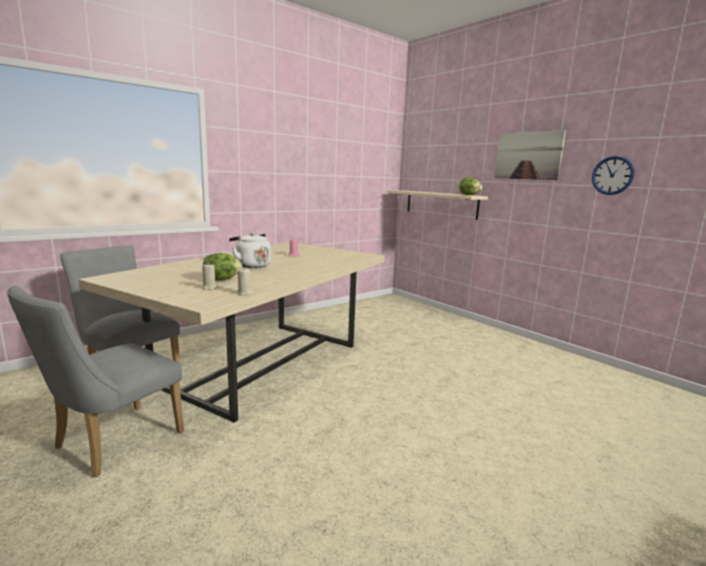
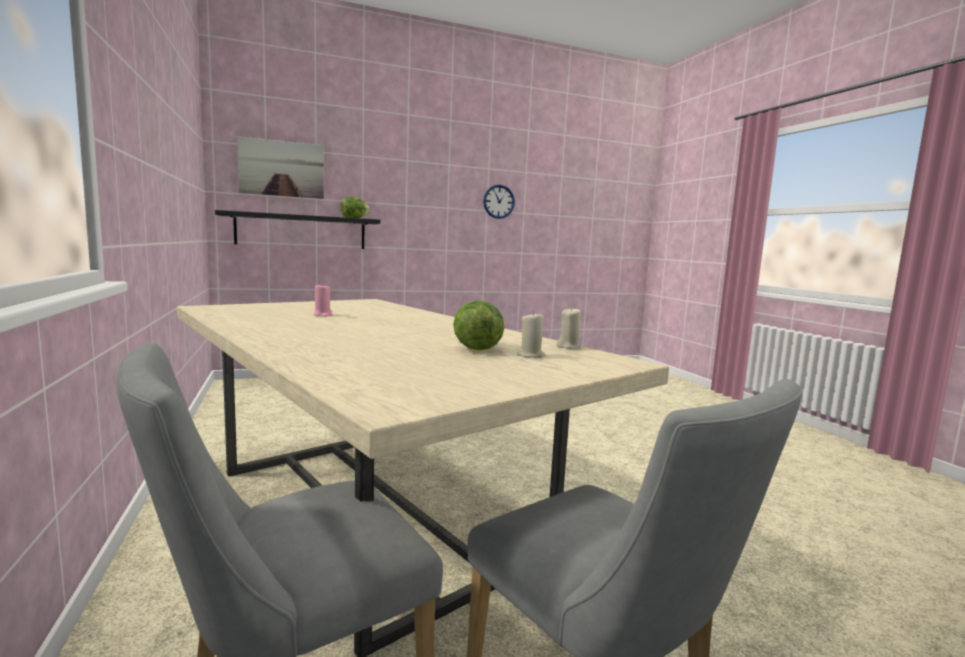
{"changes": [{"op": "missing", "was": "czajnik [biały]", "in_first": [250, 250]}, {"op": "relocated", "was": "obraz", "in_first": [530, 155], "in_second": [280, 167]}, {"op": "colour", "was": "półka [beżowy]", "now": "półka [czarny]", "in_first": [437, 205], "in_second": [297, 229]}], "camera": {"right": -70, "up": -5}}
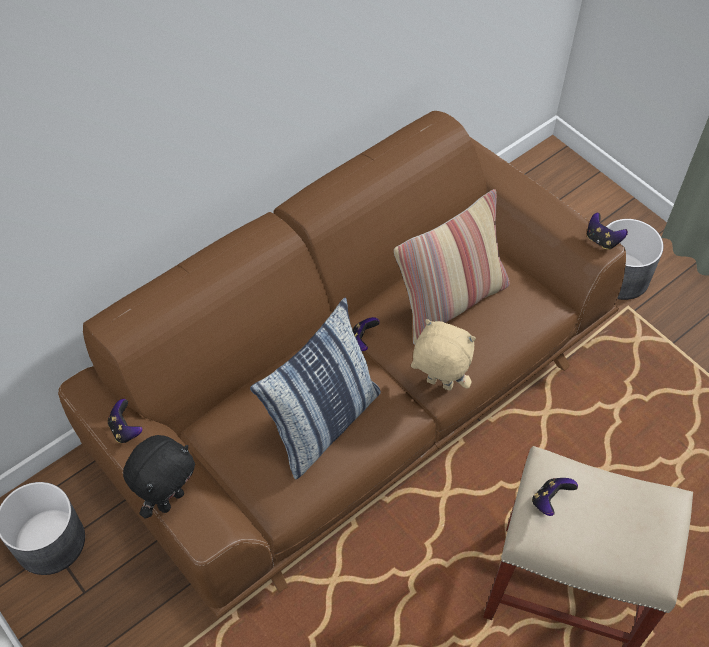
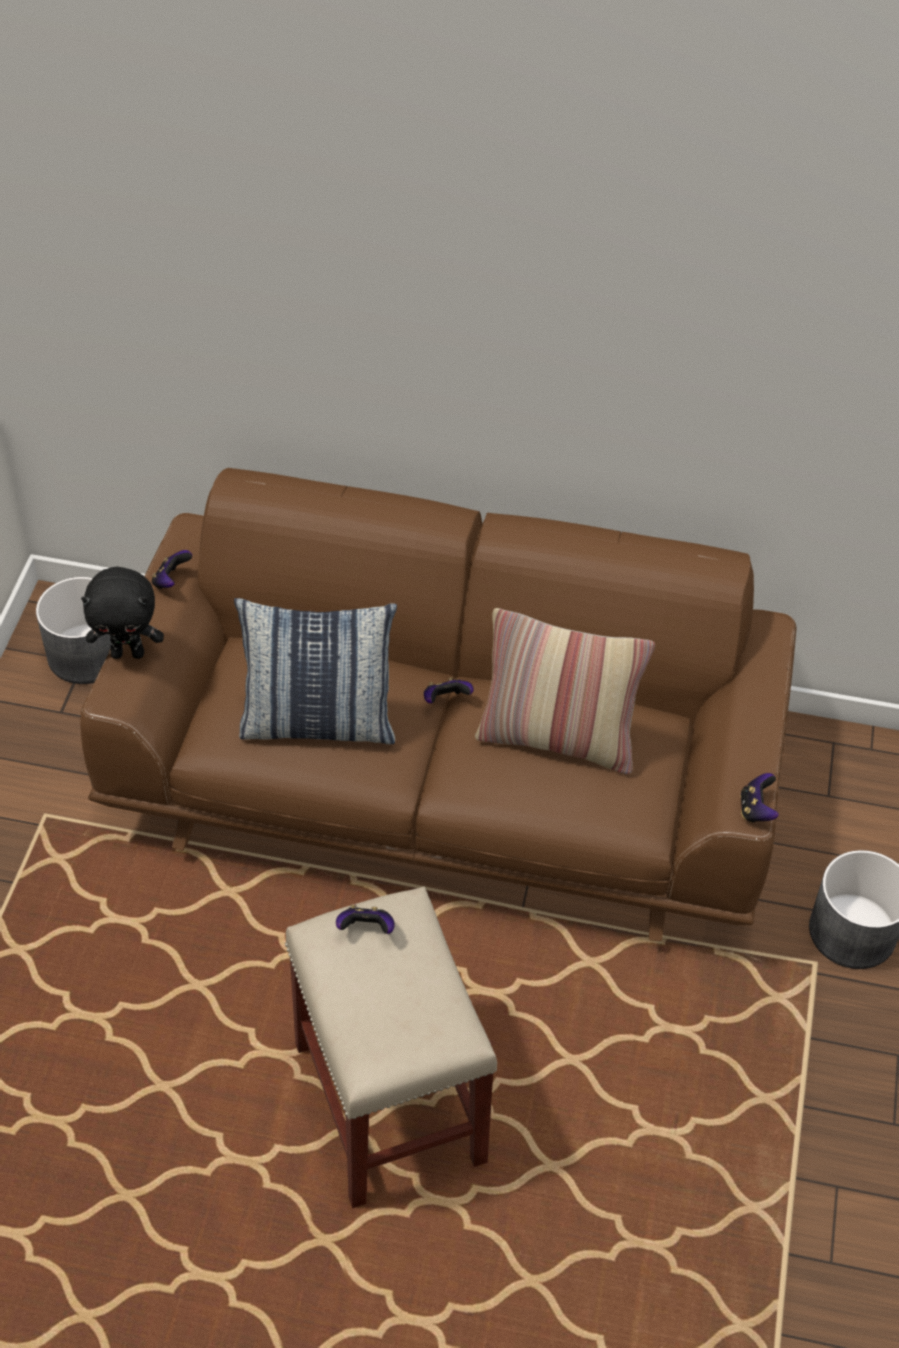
{"changes": [{"op": "missing", "was": "pluszak [beżowy]", "in_first": [443, 355]}], "camera": {"right": 50, "up": -5}}
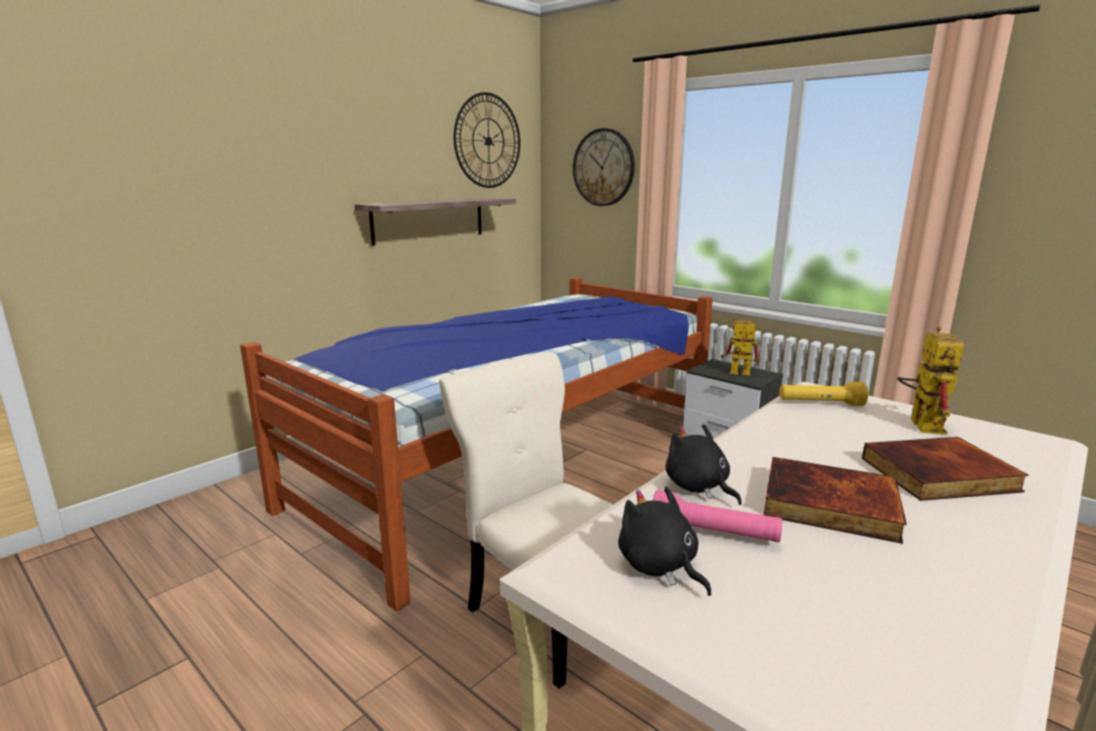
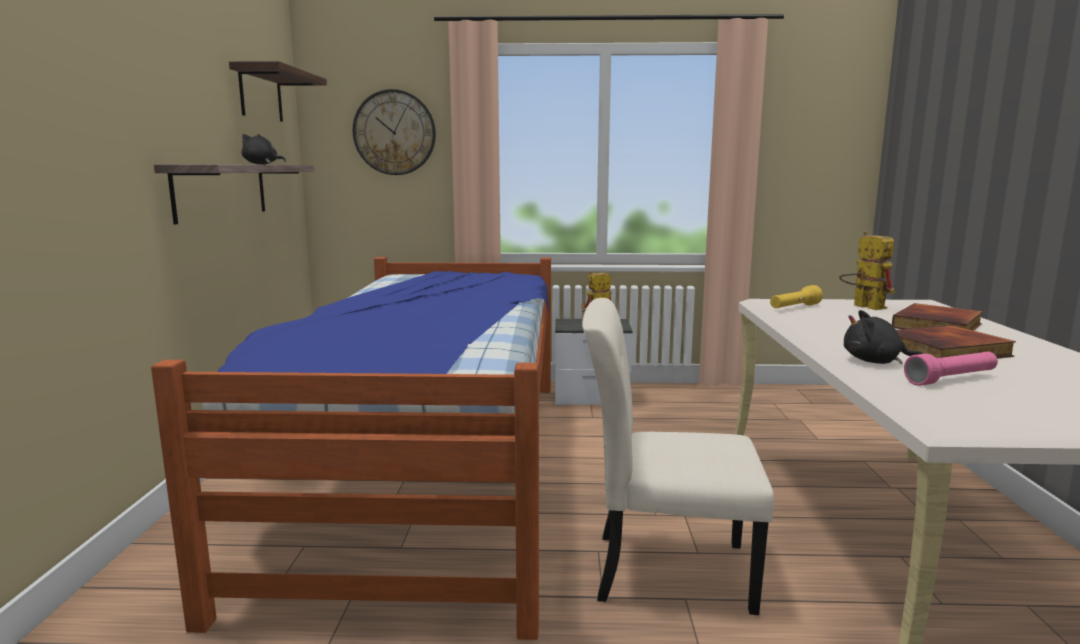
{"changes": [{"op": "relocated", "was": "pluszak [czarny]", "in_first": [665, 541], "in_second": [264, 149]}, {"op": "exchanged", "was": "zegar ścienny", "now": "półka", "in_first": [487, 140], "in_second": [278, 91]}], "camera": {"right": -40, "up": -5}}
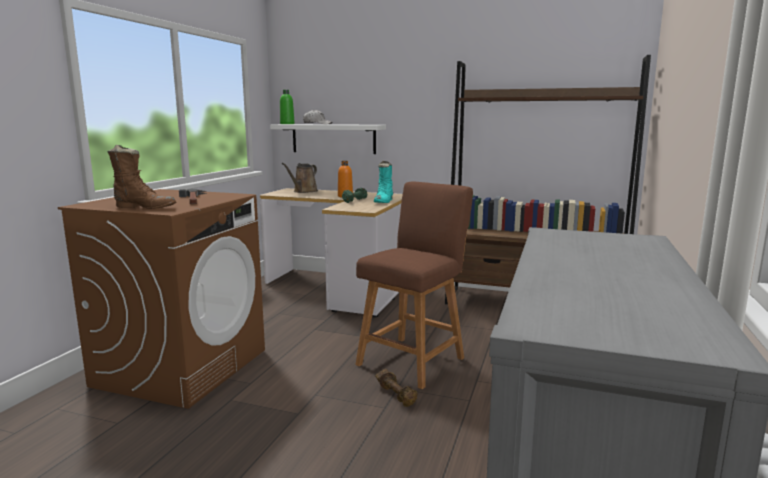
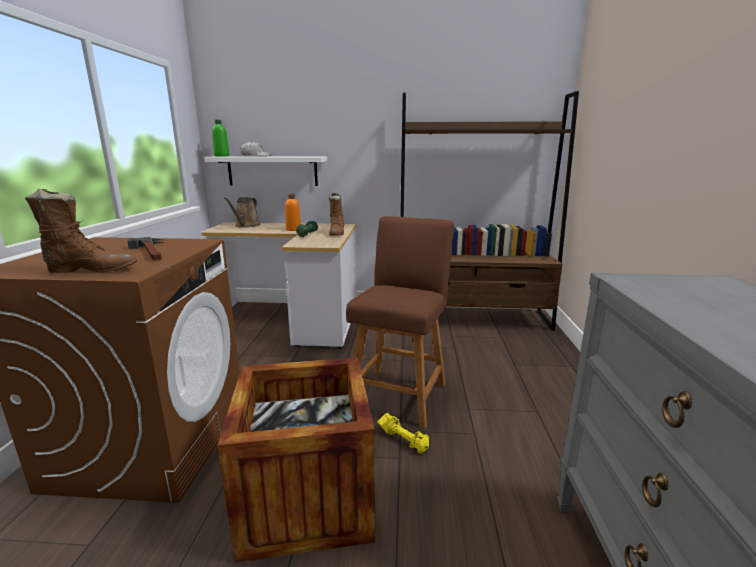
{"changes": [{"op": "appeared", "now": "skrzynka", "in_second": [296, 460]}, {"op": "colour", "was": "but z cholewką [turkusowy]", "now": "but z cholewką [brązowy]", "in_first": [383, 182], "in_second": [336, 214]}, {"op": "colour", "was": "hantel [brązowy]", "now": "hantel [żółty]", "in_first": [396, 388], "in_second": [403, 433]}], "camera": {"right": -15, "up": 5}}
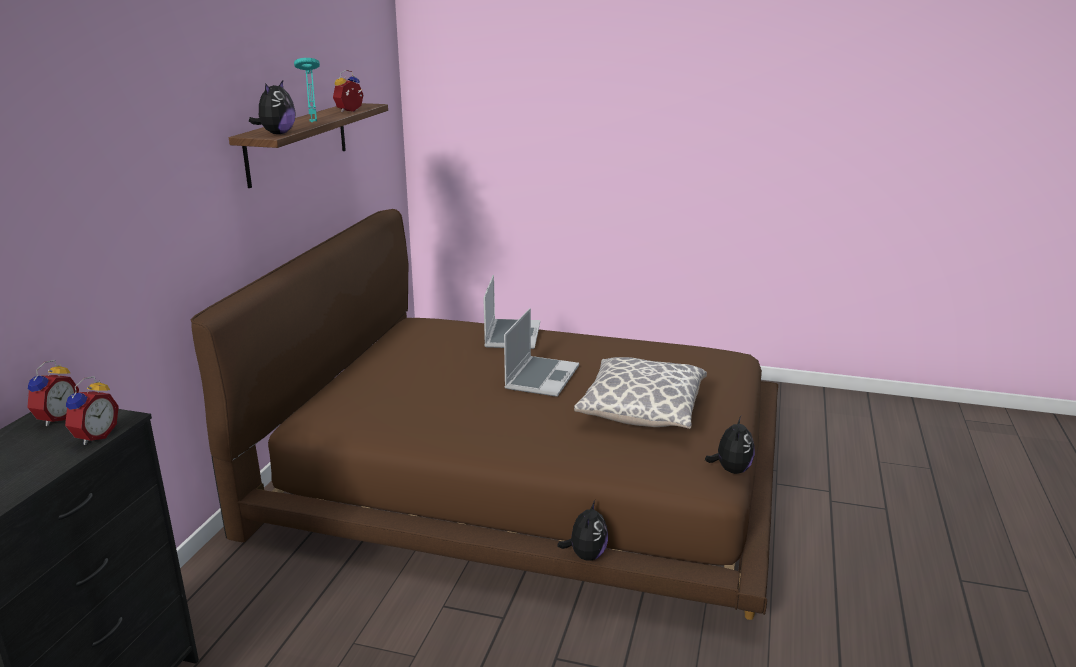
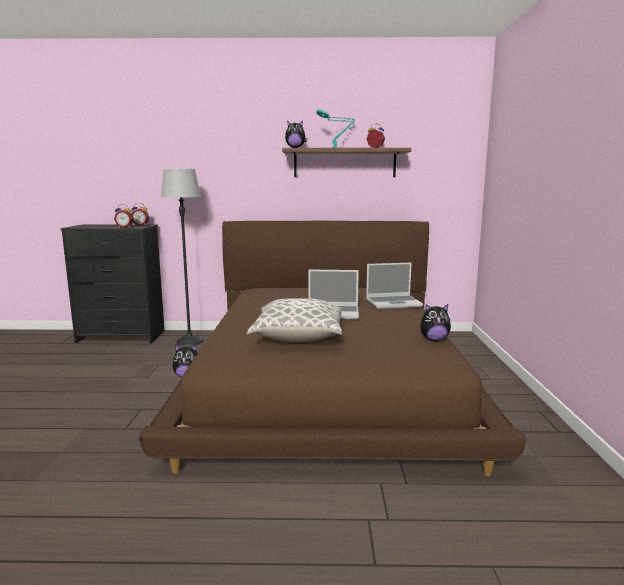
{"changes": [{"op": "appeared", "now": "lampa stojąca", "in_second": [182, 257]}, {"op": "relocated", "was": "pluszak", "in_first": [730, 445], "in_second": [435, 322]}], "camera": {"right": 75, "up": -10}}
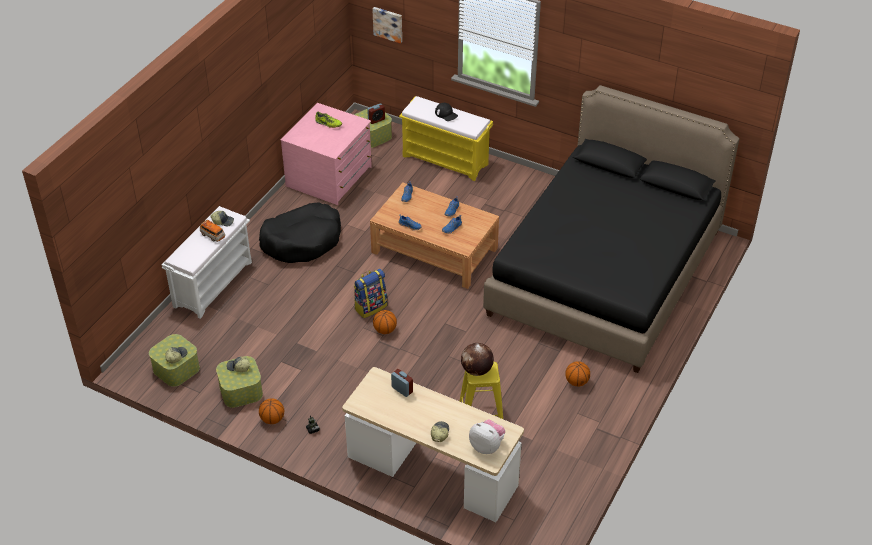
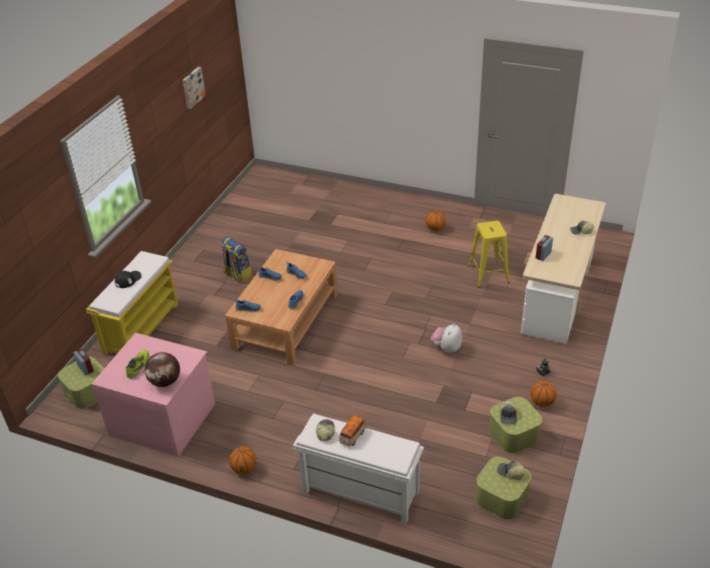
{"changes": [{"op": "missing", "was": "legowisko [czarny]", "in_first": [300, 232]}, {"op": "missing", "was": "łóżko [czarny]", "in_first": [611, 229]}, {"op": "relocated", "was": "plecak", "in_first": [370, 293], "in_second": [236, 260]}, {"op": "relocated", "was": "obraz", "in_first": [387, 25], "in_second": [194, 88]}, {"op": "relocated", "was": "piłka do koszykówki", "in_first": [385, 322], "in_second": [243, 460]}, {"op": "relocated", "was": "globus", "in_first": [477, 359], "in_second": [162, 369]}, {"op": "relocated", "was": "pluszak", "in_first": [487, 436], "in_second": [446, 338]}], "camera": {"right": -95, "up": -5}}
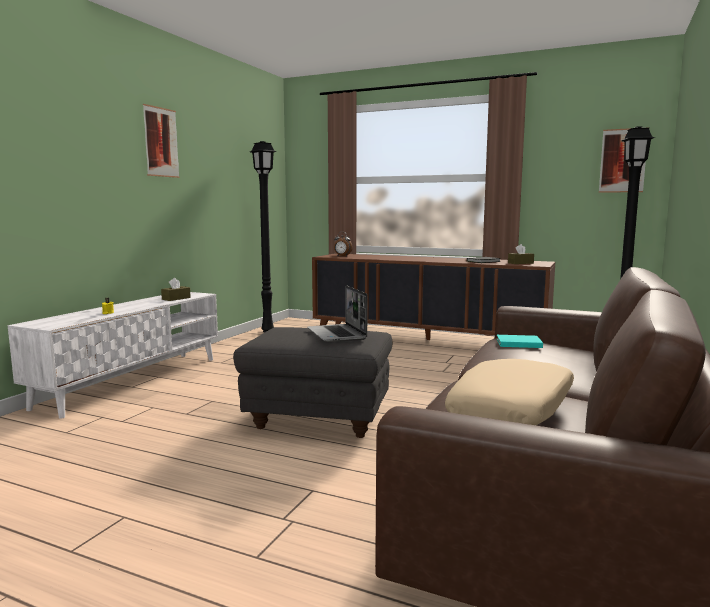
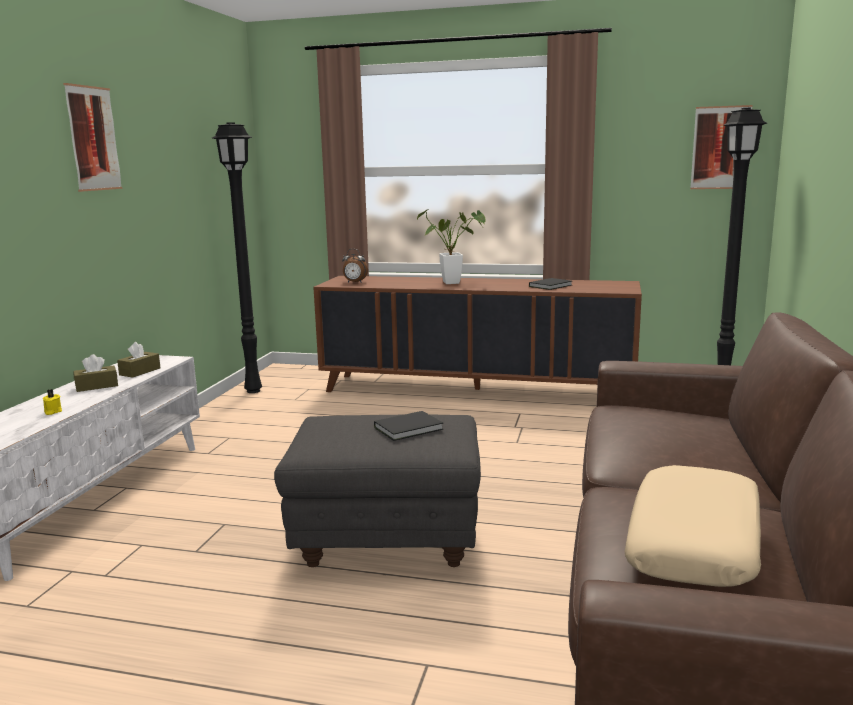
{"changes": [{"op": "missing", "was": "książka [turkusowy]", "in_first": [520, 341]}, {"op": "appeared", "now": "roślina doniczkowa", "in_second": [451, 246]}, {"op": "relocated", "was": "pudełko chusteczek [brązowy]", "in_first": [521, 254], "in_second": [95, 373]}, {"op": "exchanged", "was": "laptop", "now": "książka [czarny]", "in_first": [337, 313], "in_second": [408, 426]}], "camera": {"right": -10, "up": 5}}
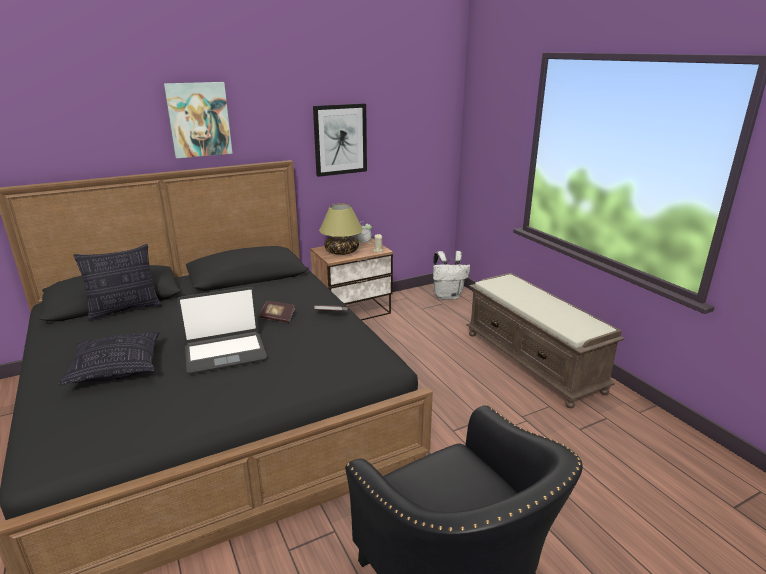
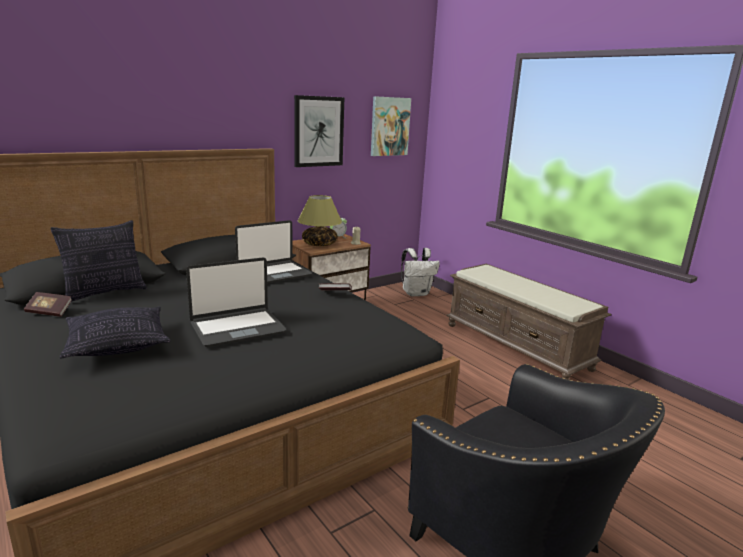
{"changes": [{"op": "appeared", "now": "laptop", "in_second": [273, 251]}, {"op": "relocated", "was": "obraz", "in_first": [198, 120], "in_second": [391, 126]}, {"op": "relocated", "was": "książka", "in_first": [277, 312], "in_second": [48, 304]}], "camera": {"right": -10, "up": -5}}
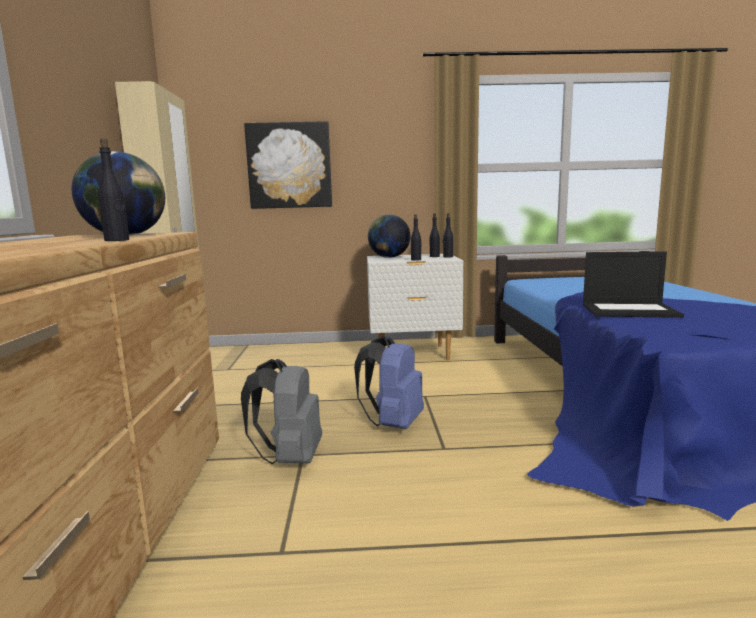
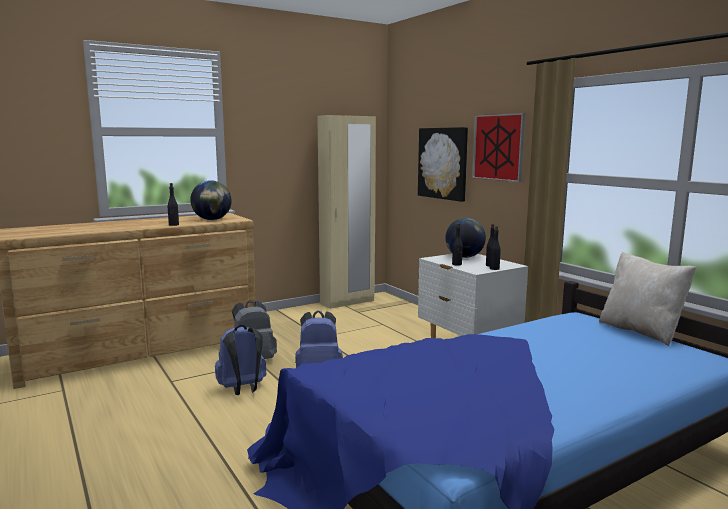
{"changes": [{"op": "missing", "was": "laptop", "in_first": [633, 284]}, {"op": "appeared", "now": "plecak [niebieski]", "in_second": [240, 360]}, {"op": "appeared", "now": "obraz", "in_second": [498, 147]}, {"op": "appeared", "now": "poduszka [beżowy]", "in_second": [647, 299]}], "camera": {"right": 60, "up": 0}}
